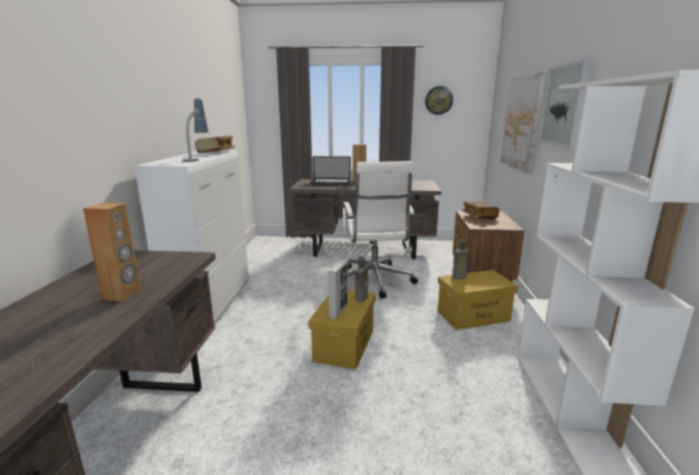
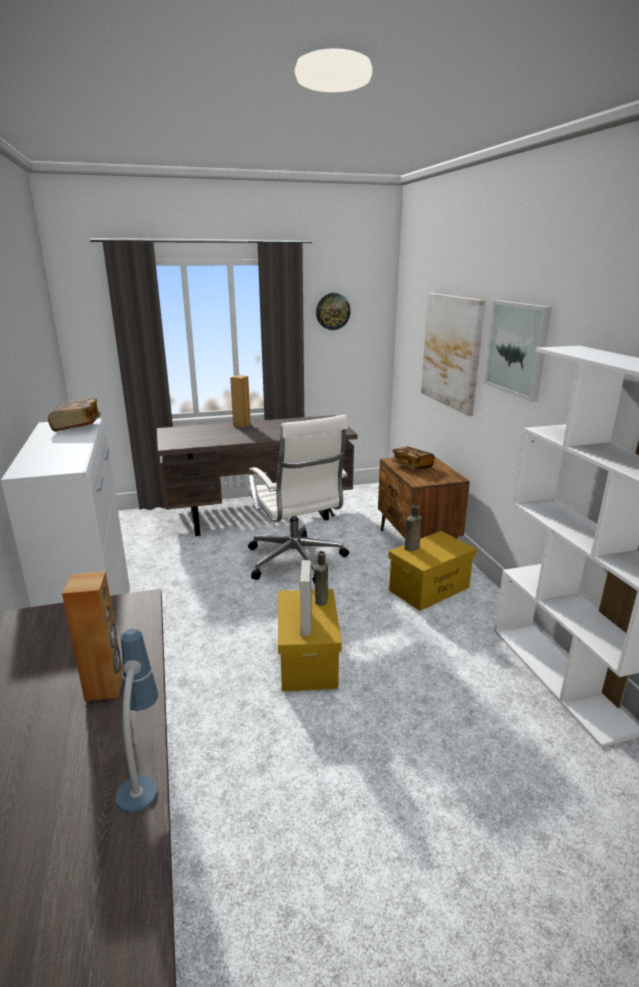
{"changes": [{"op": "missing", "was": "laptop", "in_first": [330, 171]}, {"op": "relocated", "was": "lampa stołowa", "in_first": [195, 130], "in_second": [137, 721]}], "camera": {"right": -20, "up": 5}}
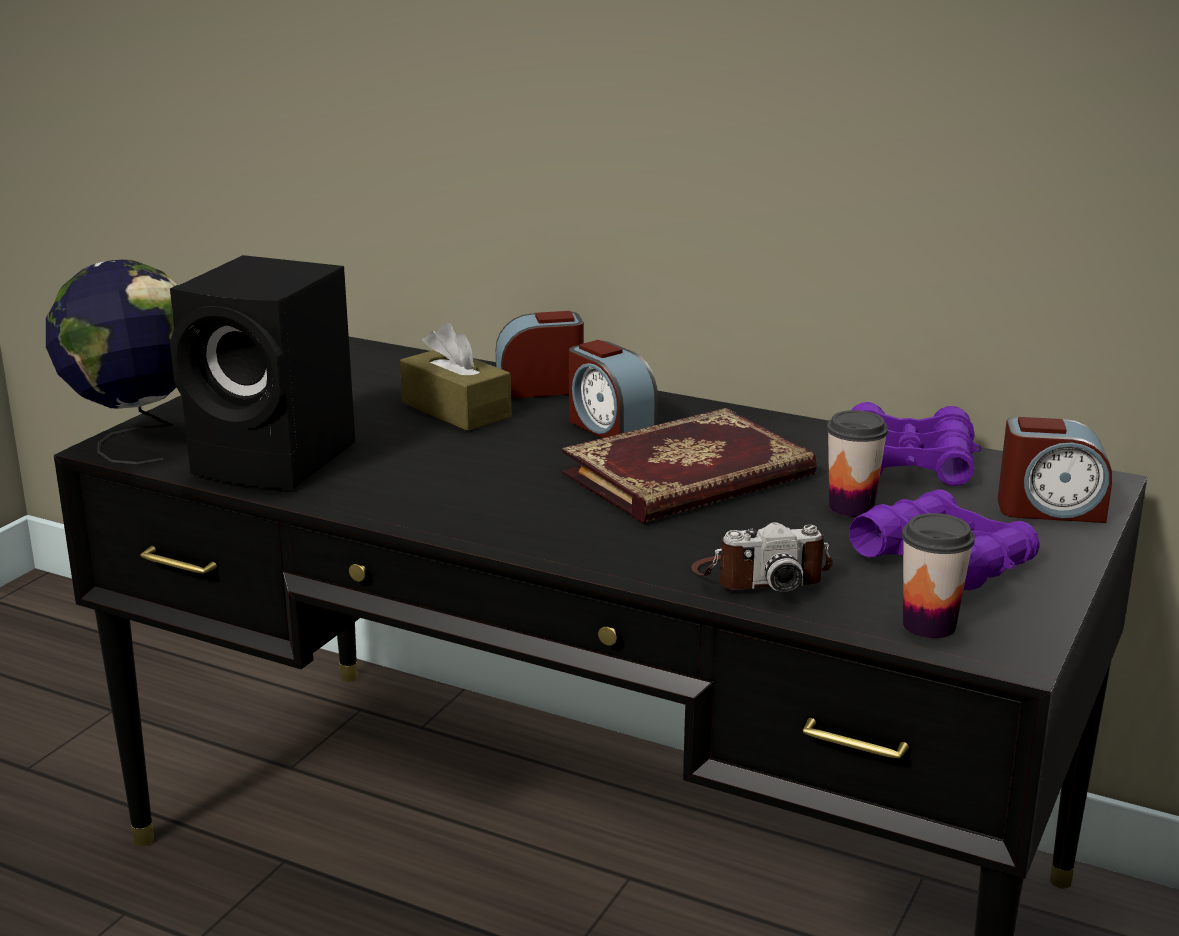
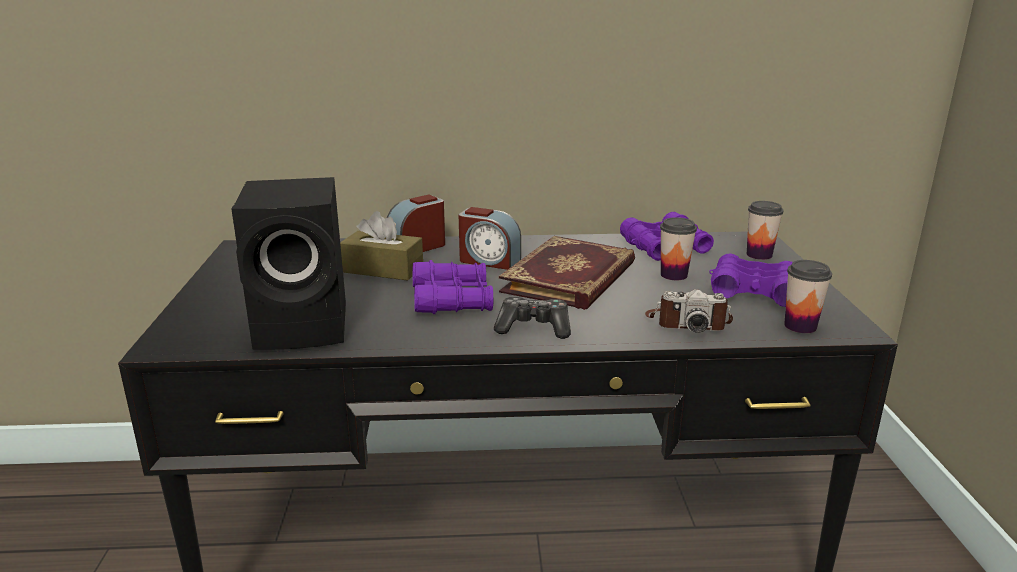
{"changes": [{"op": "missing", "was": "globus", "in_first": [111, 362]}, {"op": "appeared", "now": "lornetka [fioletowy]", "in_second": [453, 287]}, {"op": "appeared", "now": "pad do gier", "in_second": [532, 317]}, {"op": "exchanged", "was": "budzik", "now": "filiżanka", "in_first": [1055, 470], "in_second": [765, 230]}, {"op": "spun", "was": "aparat fotograficzny", "in_first": [762, 557], "in_second": [689, 310], "clockwise": 45}], "camera": {"right": -30, "up": 0}}
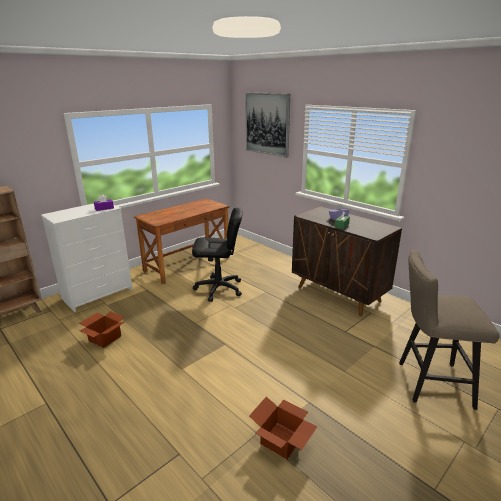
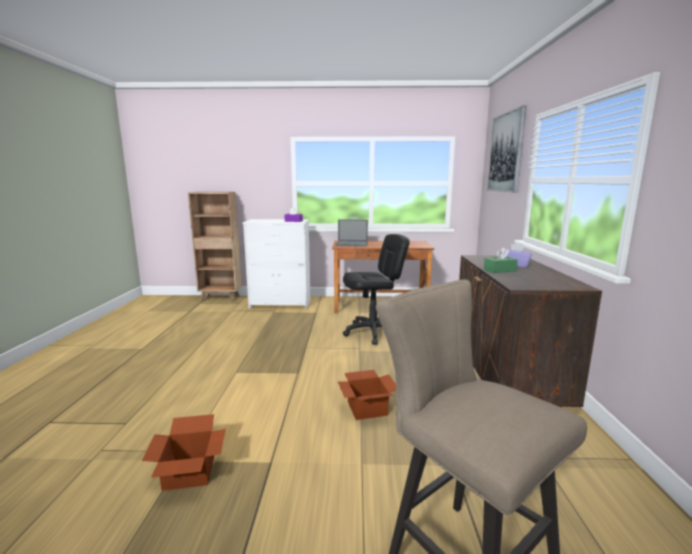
{"changes": [{"op": "appeared", "now": "laptop", "in_second": [351, 233]}, {"op": "relocated", "was": "karton", "in_first": [102, 329], "in_second": [367, 395]}, {"op": "spun", "was": "krzesło biurowe [czarny]", "in_first": [217, 255], "in_second": [376, 289], "clockwise": -60}], "camera": {"right": 45, "up": -10}}
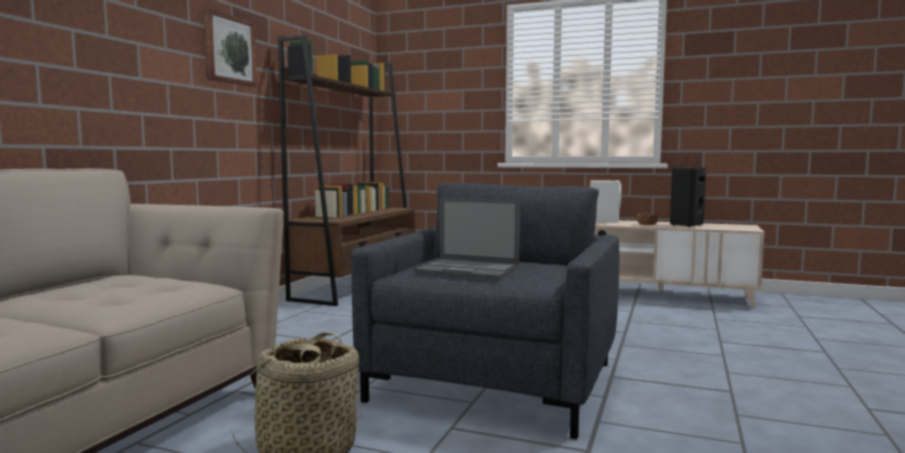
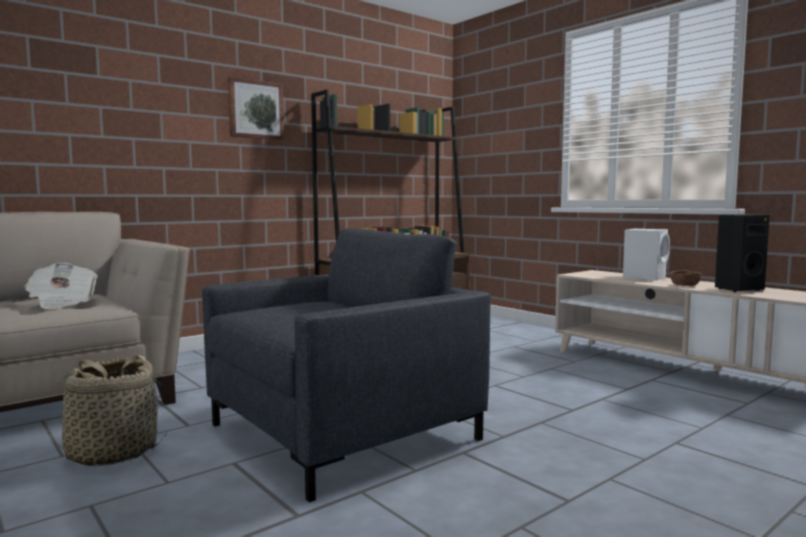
{"changes": [{"op": "missing", "was": "laptop", "in_first": [467, 238]}, {"op": "appeared", "now": "gazeta", "in_second": [61, 286]}], "camera": {"right": 30, "up": 0}}
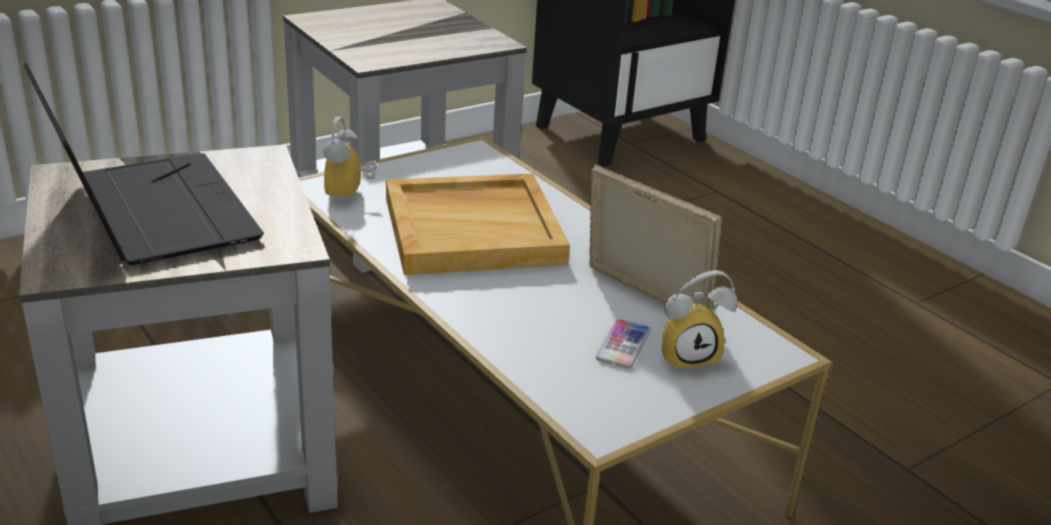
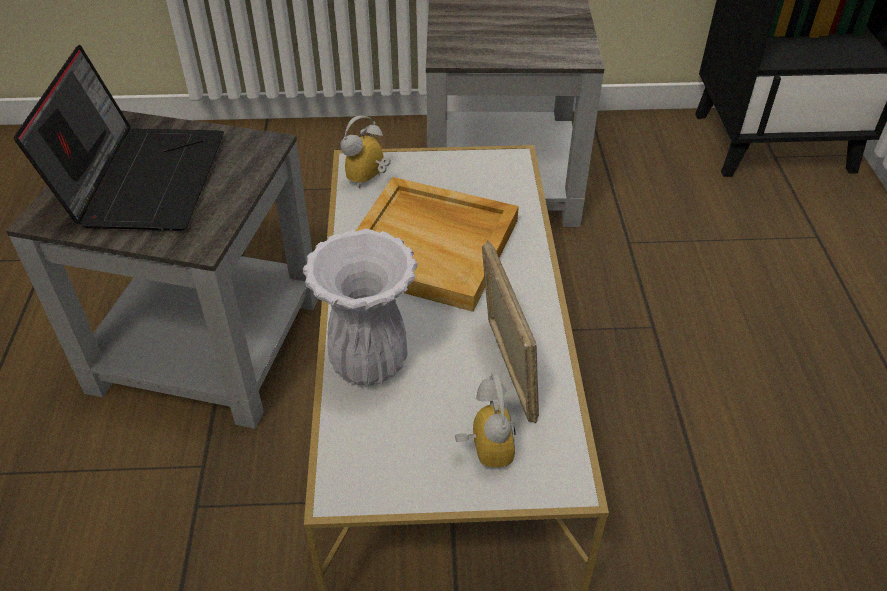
{"changes": [{"op": "missing", "was": "telefon", "in_first": [623, 343]}, {"op": "appeared", "now": "wazon [biały]", "in_second": [360, 307]}, {"op": "spun", "was": "budzik", "in_first": [699, 320], "in_second": [485, 420], "clockwise": -120}], "camera": {"right": 35, "up": 15}}
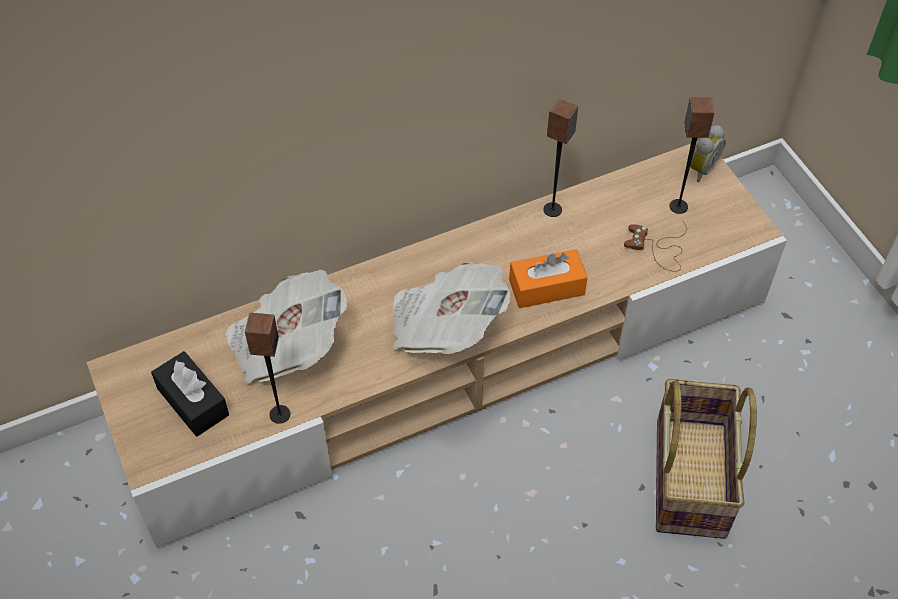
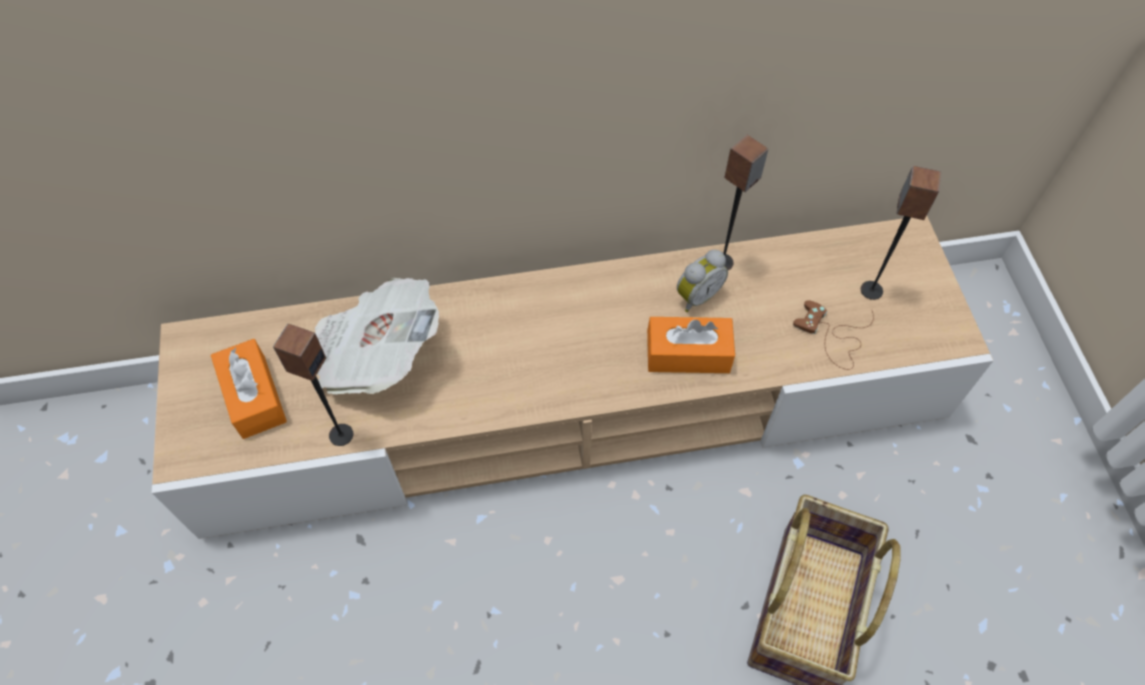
{"changes": [{"op": "missing", "was": "gazeta", "in_first": [451, 308]}, {"op": "relocated", "was": "budzik", "in_first": [708, 153], "in_second": [702, 281]}, {"op": "colour", "was": "pudełko chusteczek [czarny]", "now": "pudełko chusteczek [pomarańczowy]", "in_first": [190, 394], "in_second": [249, 389]}], "camera": {"right": 15, "up": 5}}
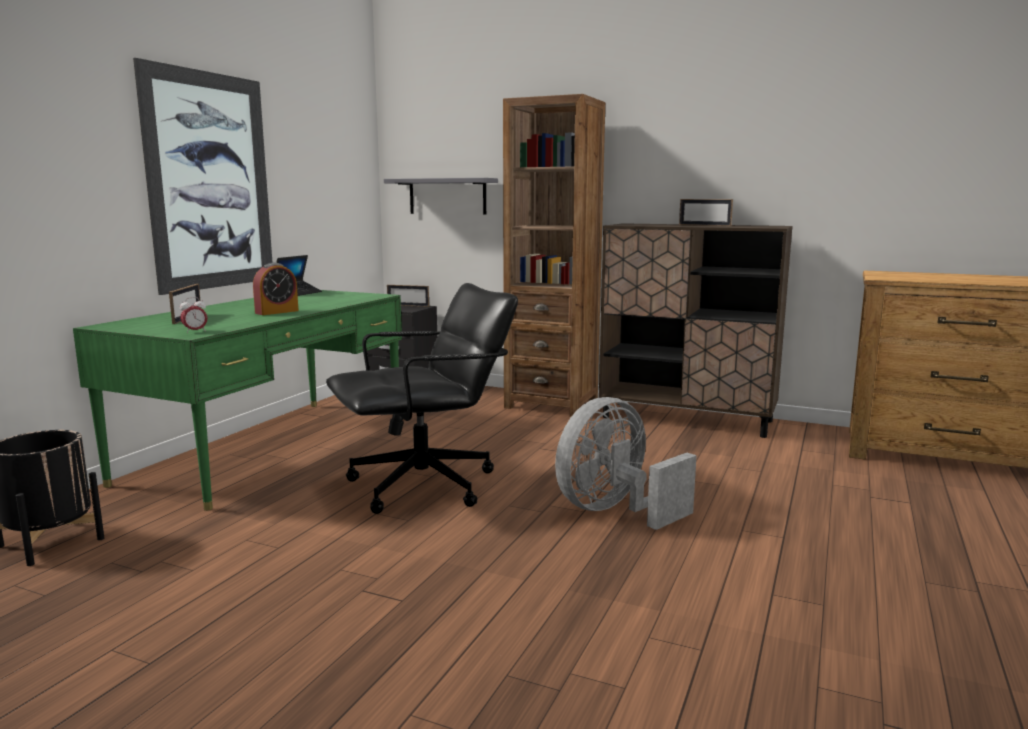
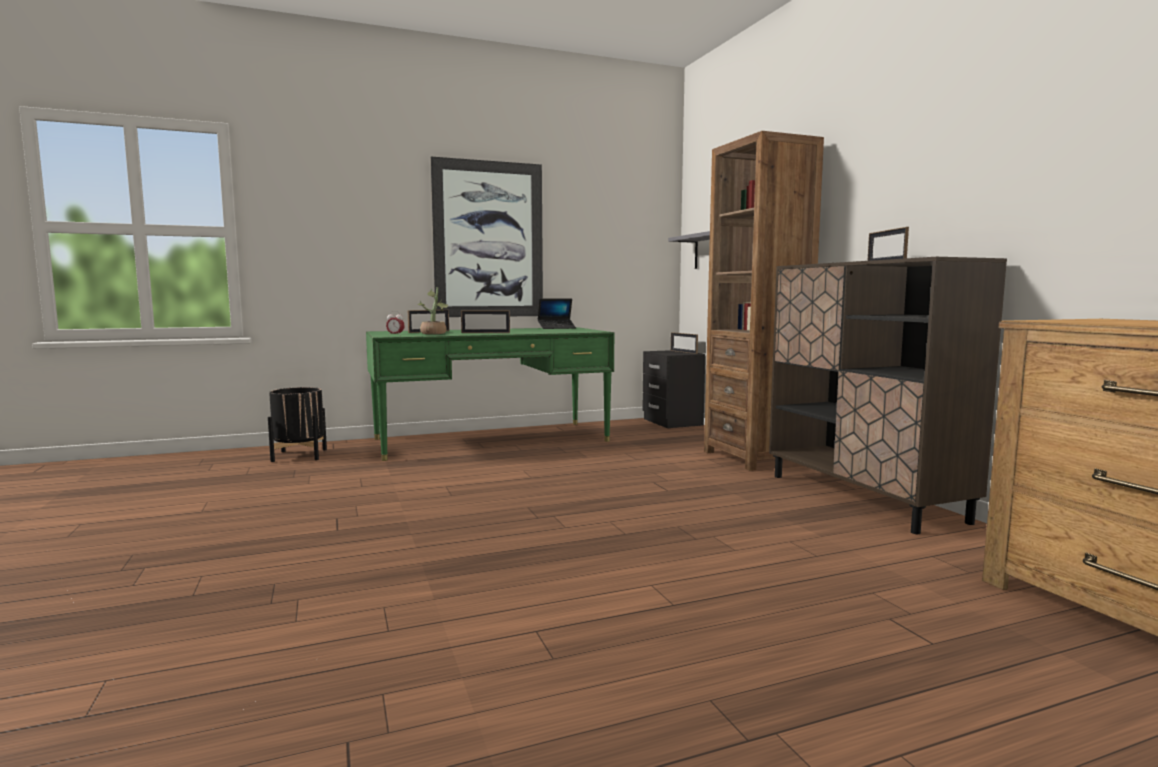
{"changes": [{"op": "missing", "was": "krzesło biurowe [czarny]", "in_first": [422, 398]}, {"op": "missing", "was": "wentylator [szary]", "in_first": [626, 463]}, {"op": "appeared", "now": "roślina doniczkowa", "in_second": [433, 310]}, {"op": "exchanged", "was": "budzik", "now": "ramka na zdjęcie", "in_first": [276, 288], "in_second": [485, 321]}], "camera": {"right": 45, "up": -5}}
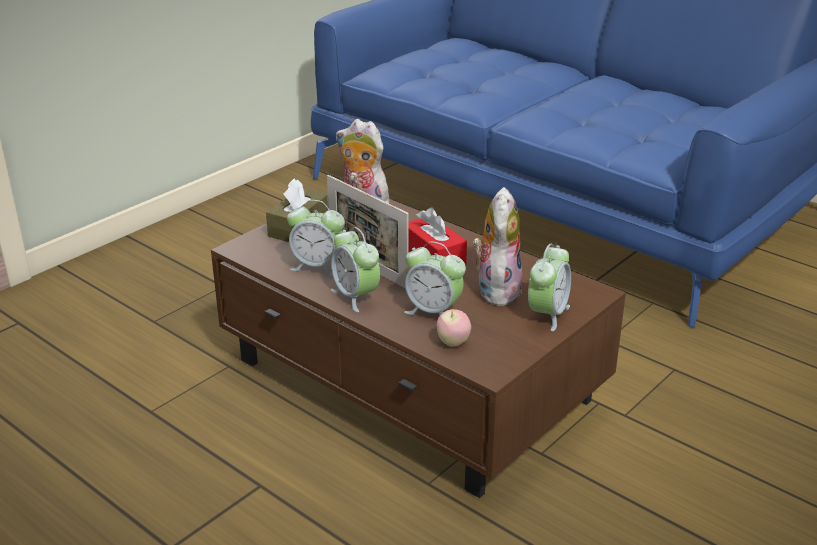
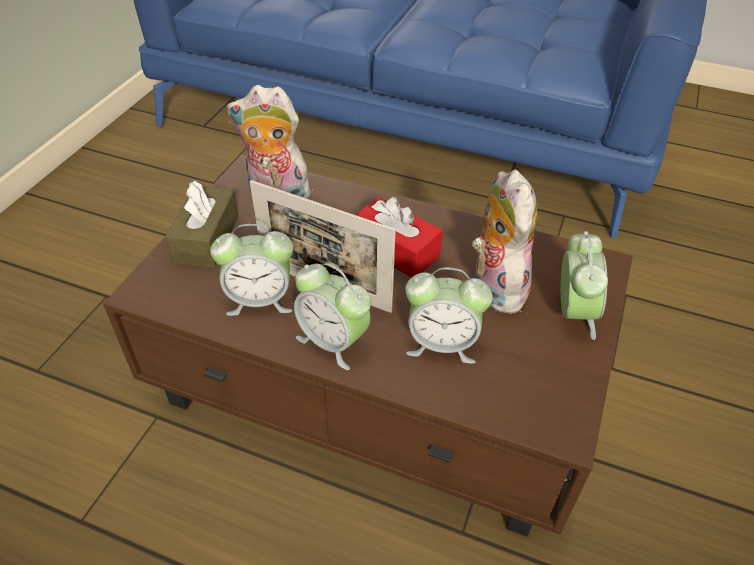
{"changes": [{"op": "missing", "was": "jabłko", "in_first": [454, 328]}], "camera": {"right": -20, "up": 15}}
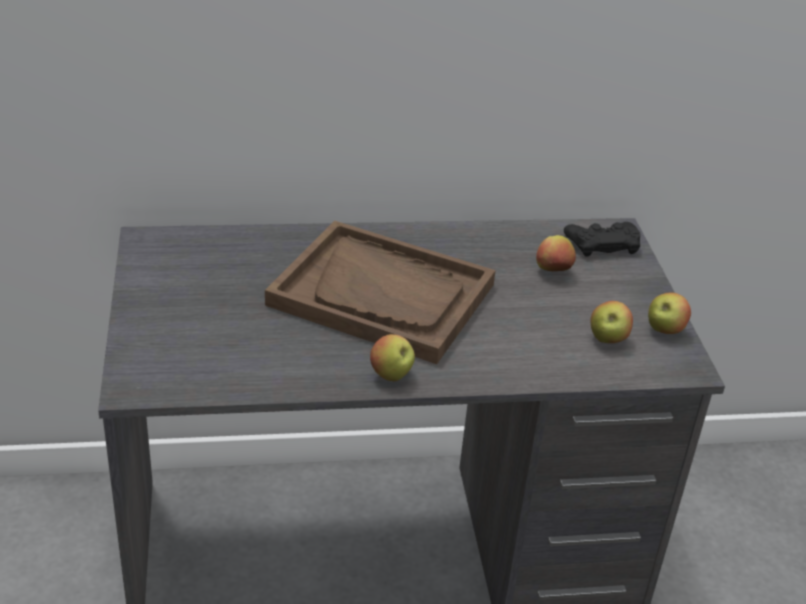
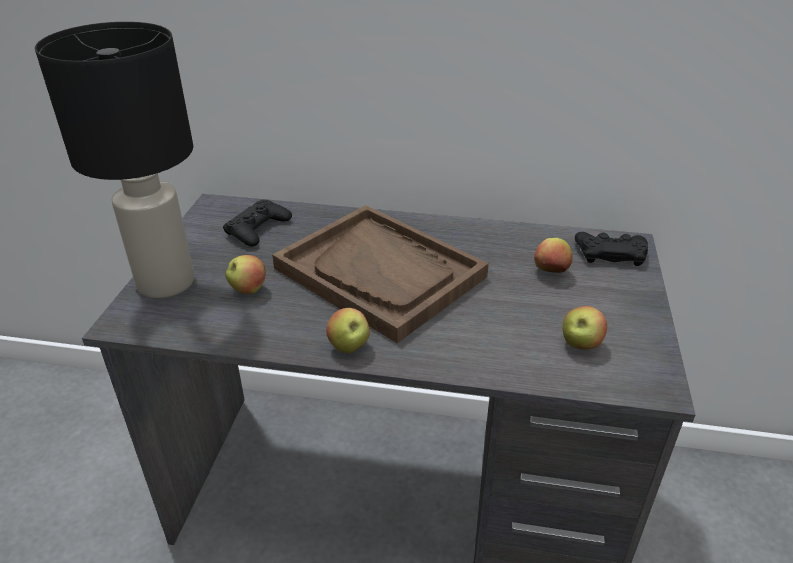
{"changes": [{"op": "appeared", "now": "lampa stołowa [czarny]", "in_second": [114, 160]}, {"op": "appeared", "now": "pad do gier [czarny]", "in_second": [257, 223]}, {"op": "relocated", "was": "jabłko", "in_first": [669, 313], "in_second": [245, 274]}], "camera": {"right": 20, "up": 0}}
